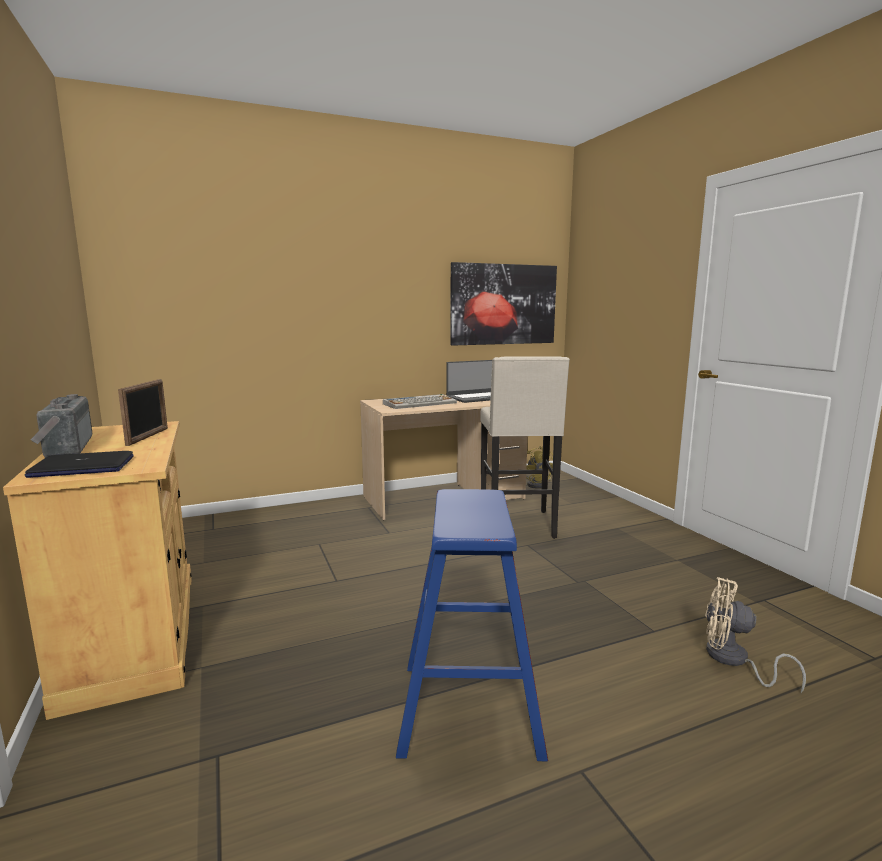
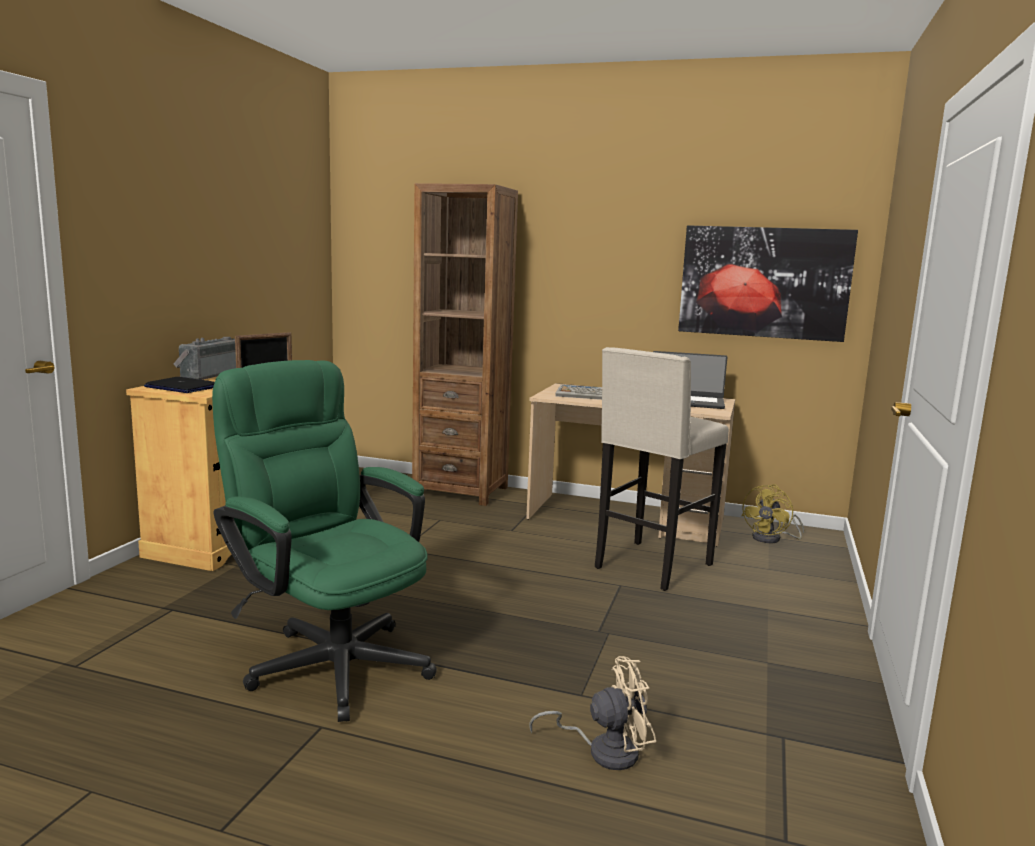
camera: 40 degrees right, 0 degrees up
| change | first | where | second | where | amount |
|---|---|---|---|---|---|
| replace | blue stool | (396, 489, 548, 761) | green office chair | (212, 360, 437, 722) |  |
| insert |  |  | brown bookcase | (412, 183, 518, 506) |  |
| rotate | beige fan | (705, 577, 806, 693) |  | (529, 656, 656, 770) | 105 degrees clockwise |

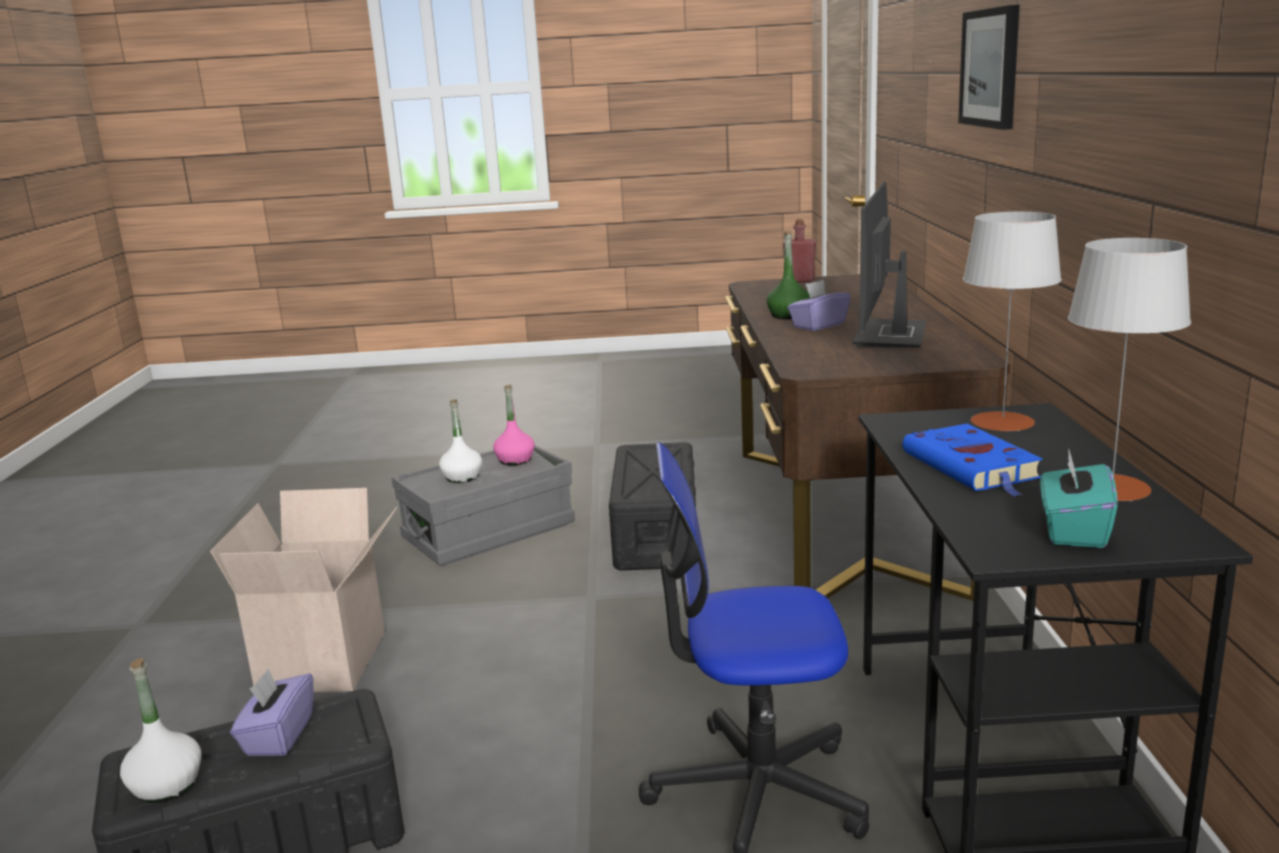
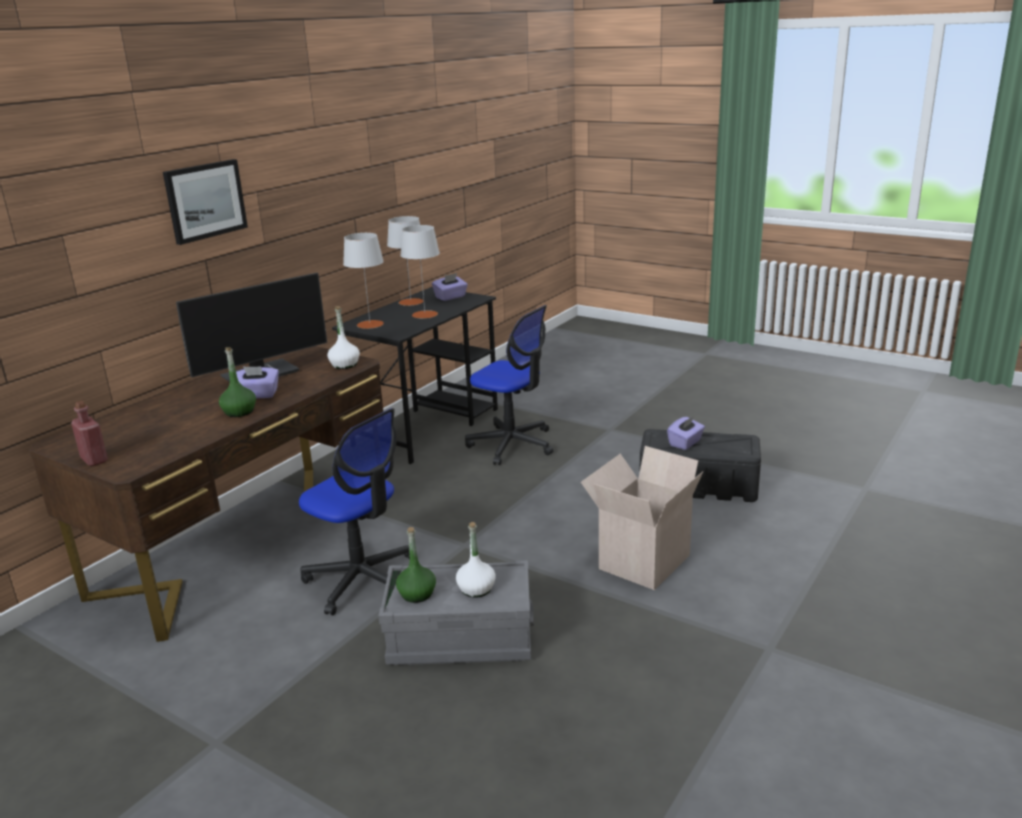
camera: 145 degrees left, 5 degrees up
| change | first | where | second | where | amount |
|---|---|---|---|---|---|
| replace | black storage box | (609, 442, 696, 570) | office chair | (299, 408, 410, 615) |  |
| move | white bottle | (120, 658, 202, 803) |  | (327, 306, 360, 369) |  |
| recolor | pink bottle | (493, 385, 535, 466) | green bottle | (396, 527, 436, 603) |  |
| replace | blue book | (903, 424, 1043, 497) | grey table lamp | (400, 225, 440, 319) |  |
| recolor | turquoise tissue box | (1040, 451, 1118, 548) | purple tissue box | (432, 273, 468, 301) |  |

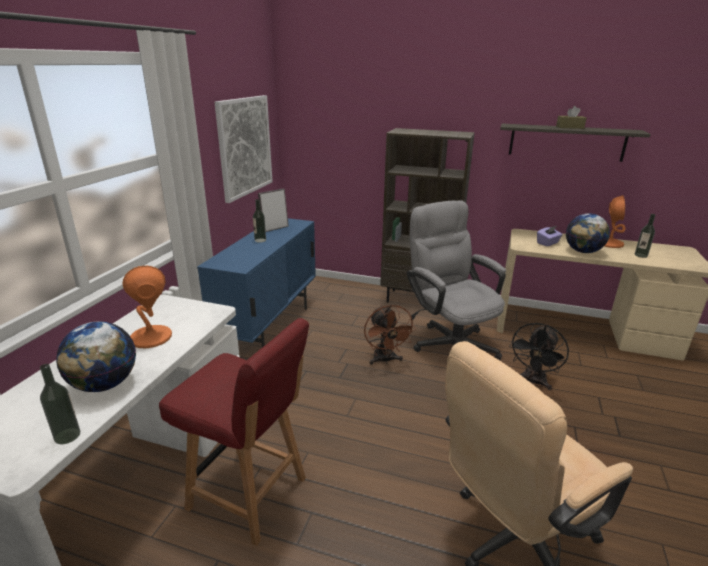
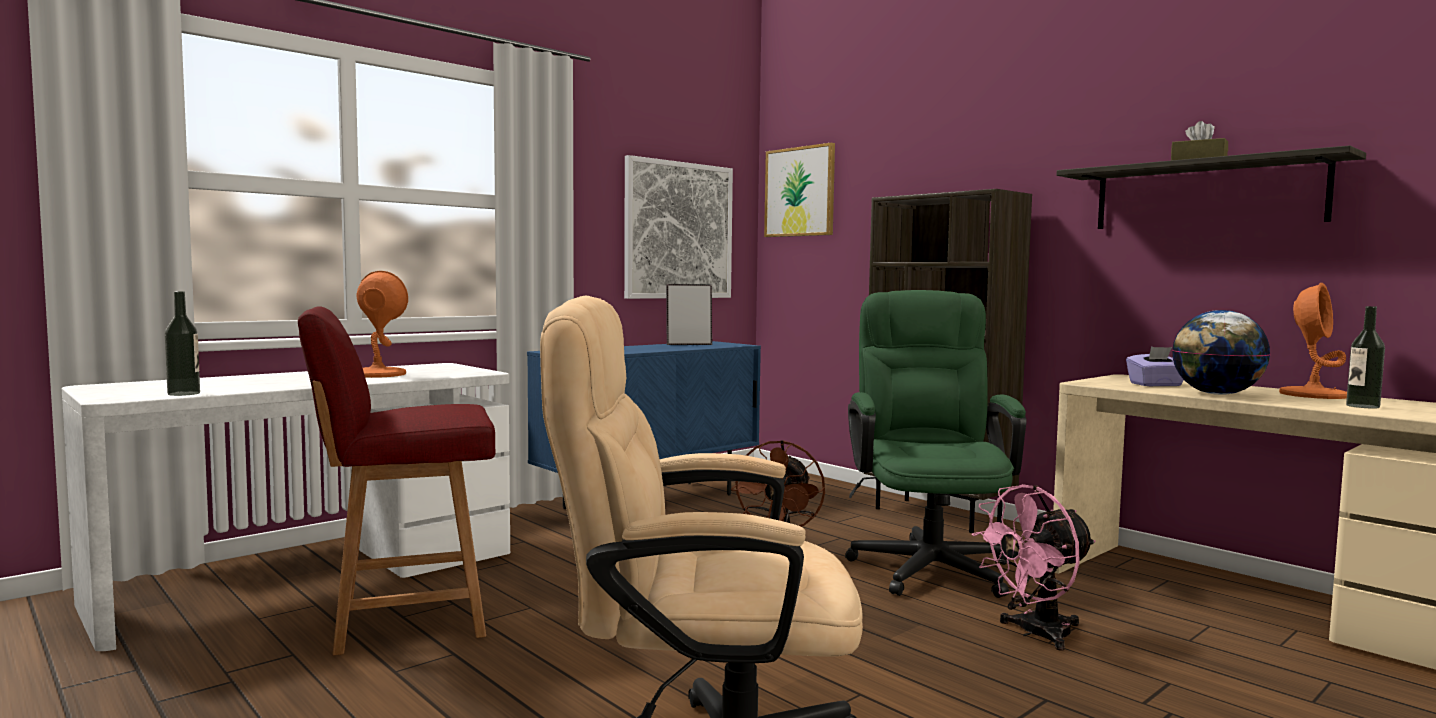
camera: 30 degrees right, 20 degrees down
| change | first | where | second | where | amount |
|---|---|---|---|---|---|
| rotate | red chair | (159, 318, 309, 546) |  | (298, 306, 496, 655) | 105 degrees clockwise |
| insert |  |  | picture | (764, 143, 835, 237) |  |
| recolor | grey office chair | (407, 200, 506, 360) | green office chair | (845, 290, 1026, 598) |  |
| recolor | black fan | (509, 323, 569, 390) | pink fan | (972, 484, 1096, 651) |  |
| delete | globe | (56, 321, 136, 392) |  |  |  |
| delete | bottle | (253, 199, 266, 243) |  |  |  |

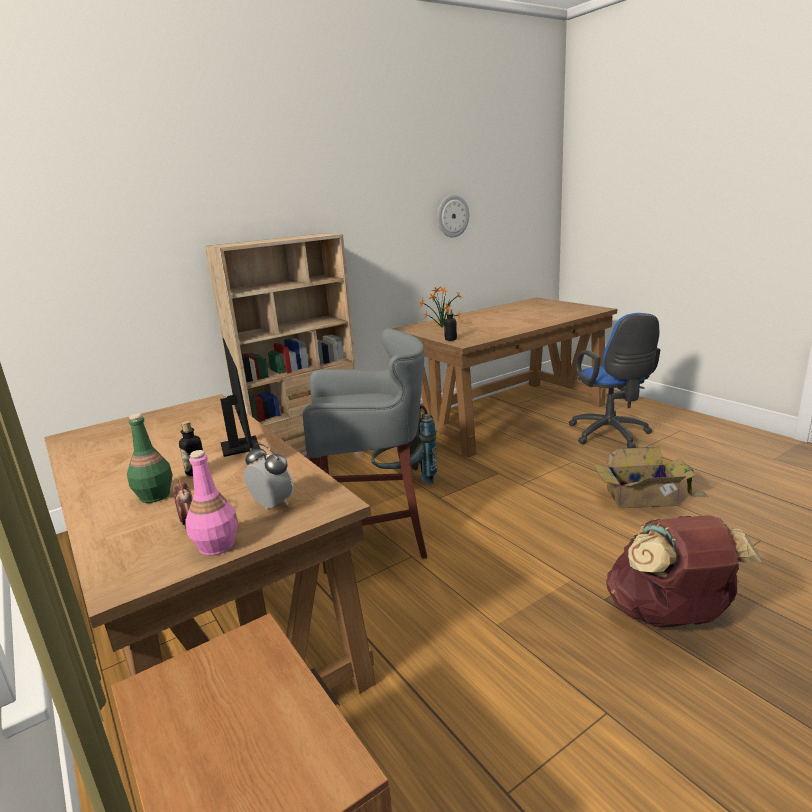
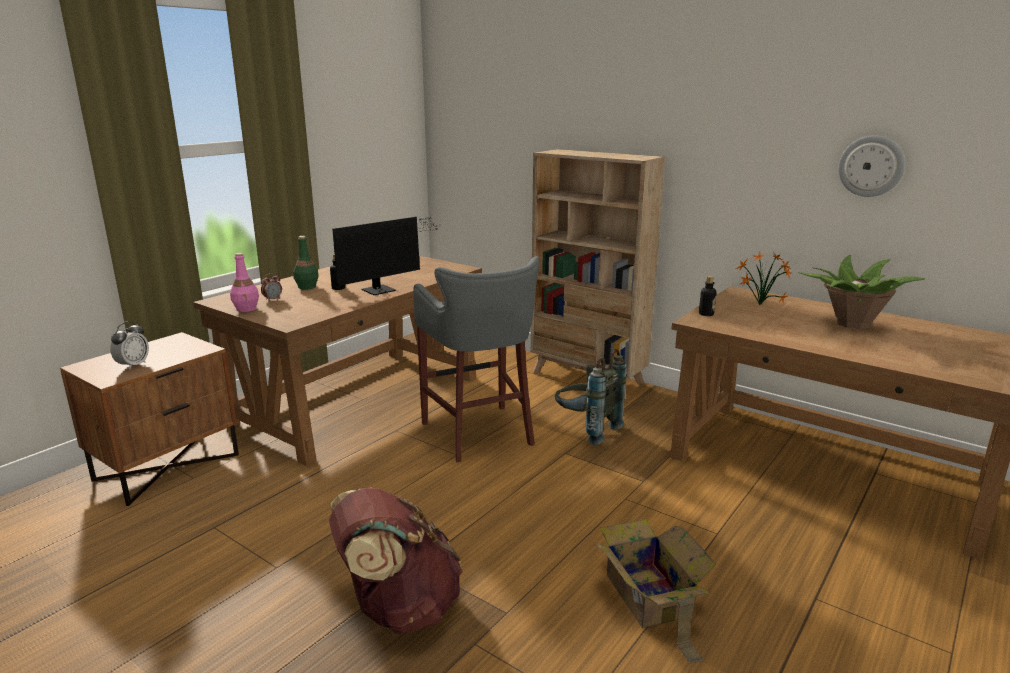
camera: 70 degrees right, 0 degrees up
| change | first | where | second | where | amount |
|---|---|---|---|---|---|
| move | alarm clock | (244, 443, 294, 509) |  | (110, 321, 149, 370) |  |
| insert |  |  | potted plant | (798, 255, 925, 329) |  |
| delete | blue office chair | (568, 313, 660, 448) |  |  |  |

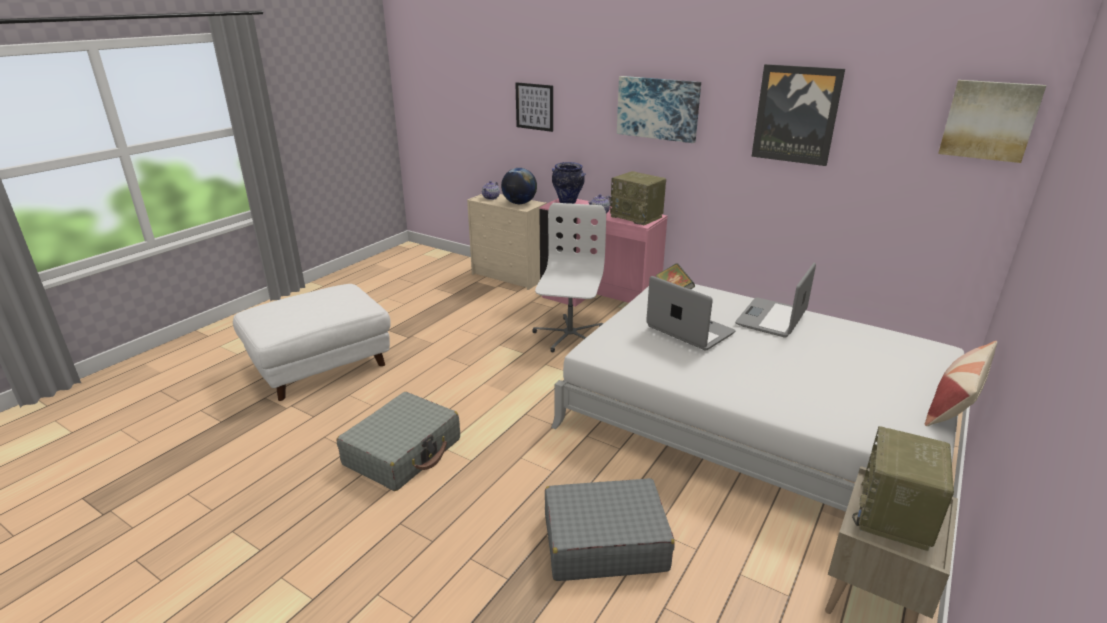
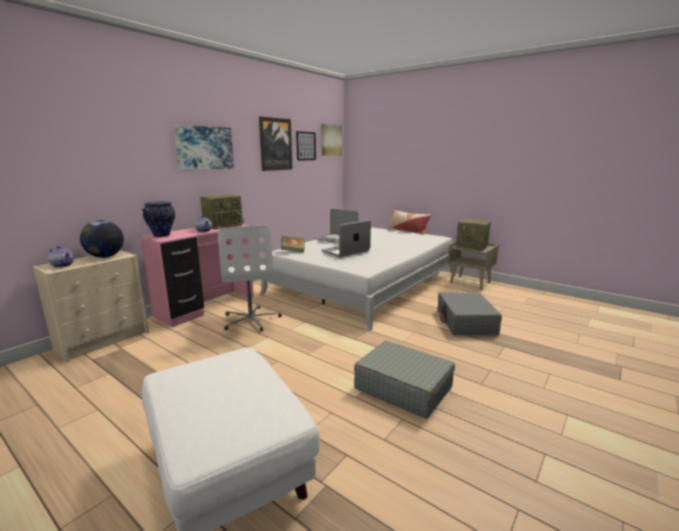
camera: 85 degrees left, 10 degrees down
| change | first | where | second | where | amount |
|---|---|---|---|---|---|
| rotate | white office chair | (532, 203, 606, 352) |  | (218, 225, 282, 331) | 120 degrees counterclockwise |
| move | picture | (515, 82, 553, 132) |  | (296, 131, 316, 161) |  |

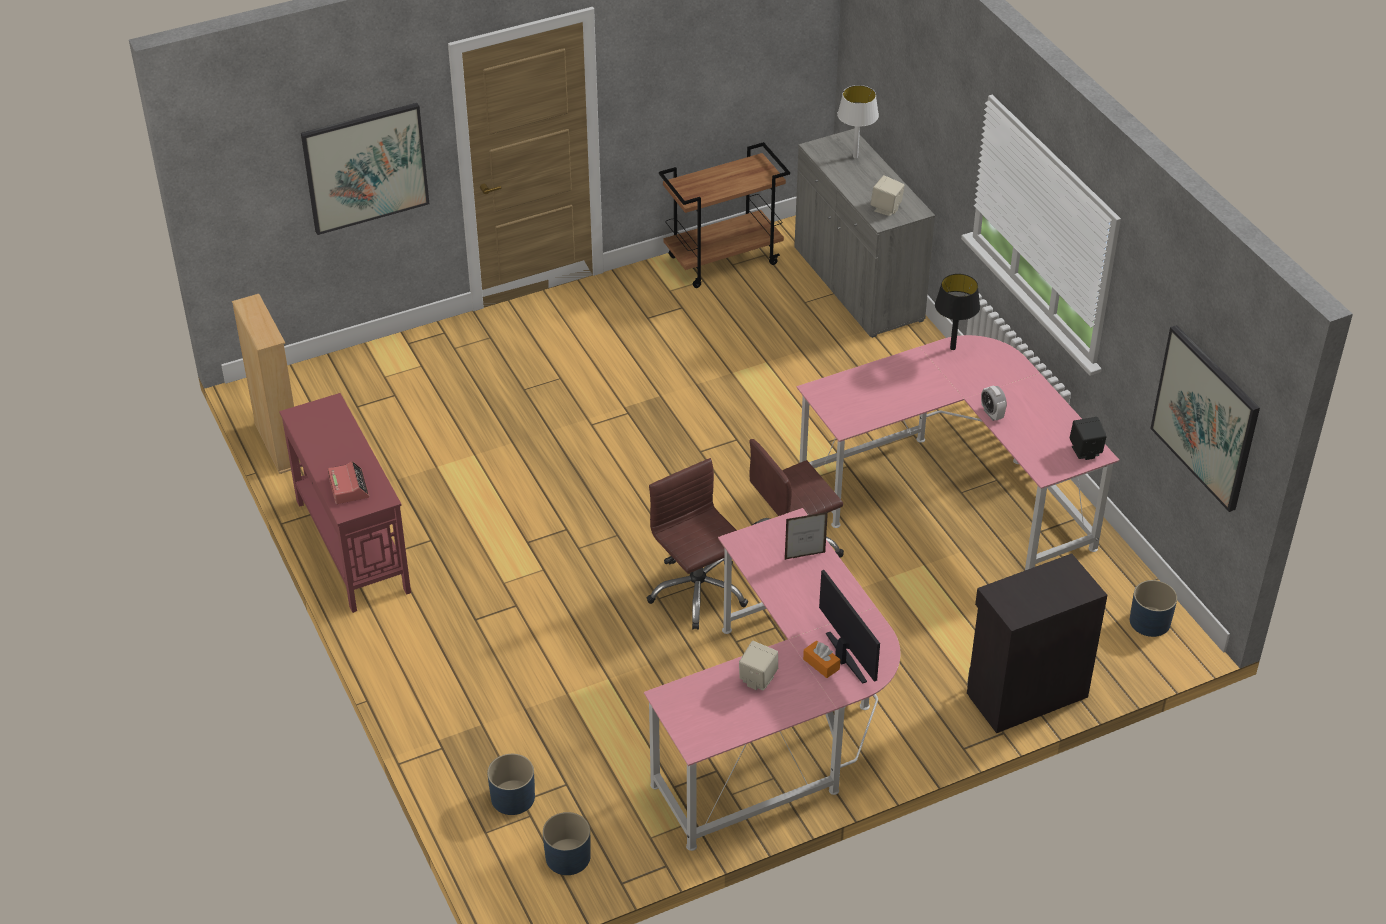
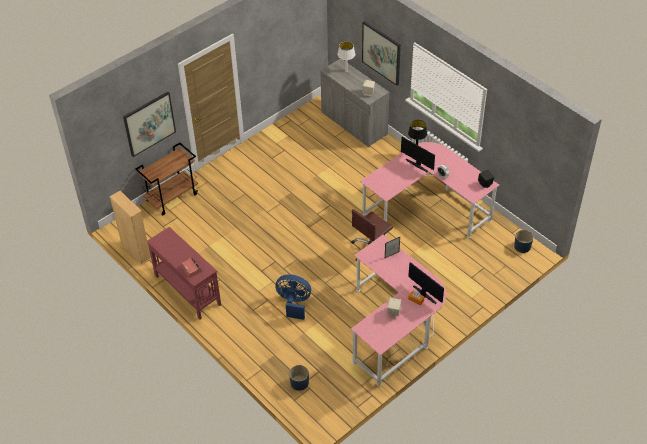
camera: 15 degrees left, 5 degrees up
| change | first | where | second | where | amount |
|---|---|---|---|---|---|
| move | brown cart | (659, 142, 790, 288) |  | (135, 143, 198, 215) |  |
| insert |  |  | blue fan | (275, 274, 311, 320) |  |
| move | picture | (1150, 325, 1260, 512) |  | (362, 21, 401, 86) |  |
| insert |  |  | monitor | (401, 137, 435, 173) |  |
| delete | blue planter | (543, 812, 591, 875) |  |  |  |
| delete | brown office chair | (647, 458, 748, 630) |  |  |  |
| delete | black cabinet | (967, 554, 1107, 733) |  |  |  |

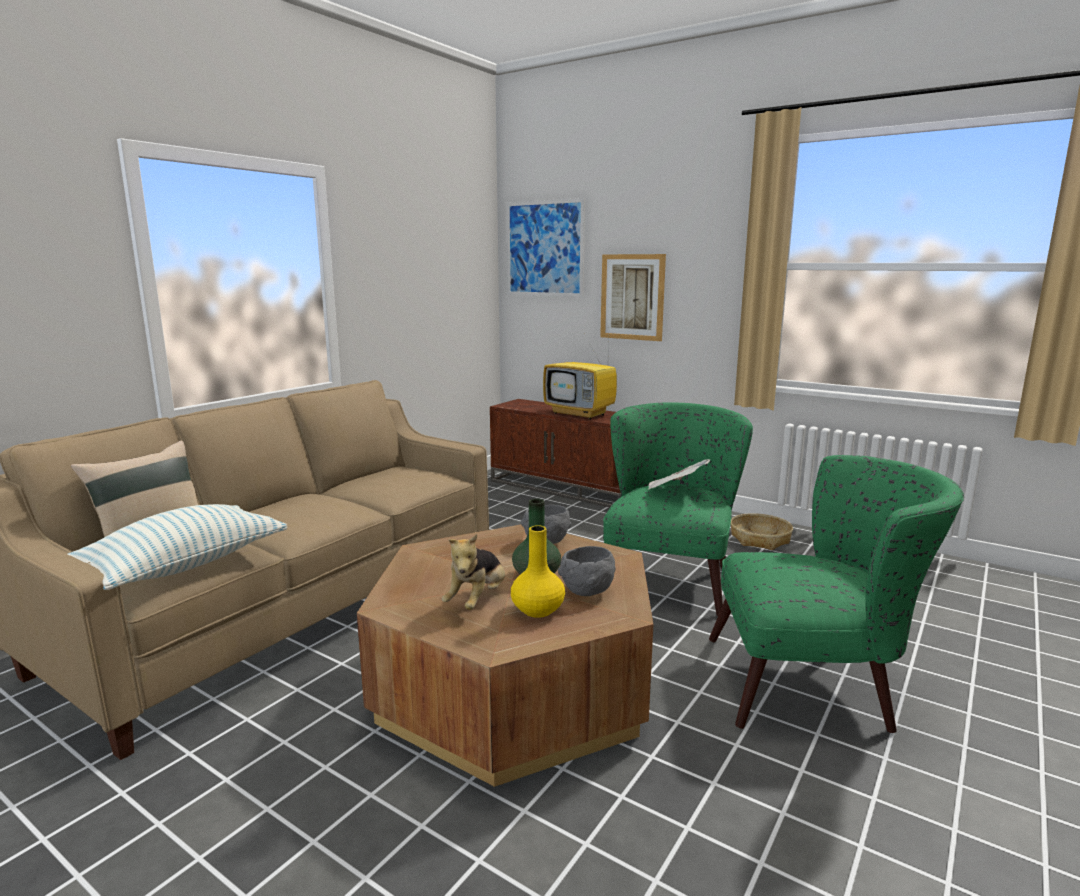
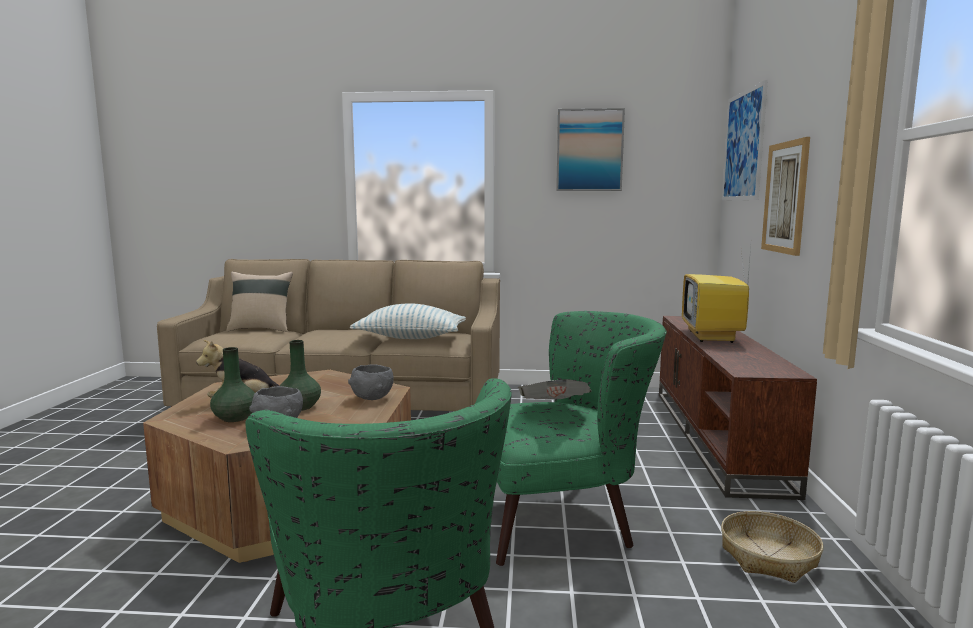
camera: 60 degrees right, 5 degrees down
| change | first | where | second | where | amount |
|---|---|---|---|---|---|
| recolor | yellow vase | (511, 525, 565, 618) | green vase | (210, 347, 255, 422) |  |
| move | pillow | (67, 504, 287, 590) |  | (350, 304, 466, 339) |  |
| insert |  |  | picture | (556, 108, 625, 191) |  |

